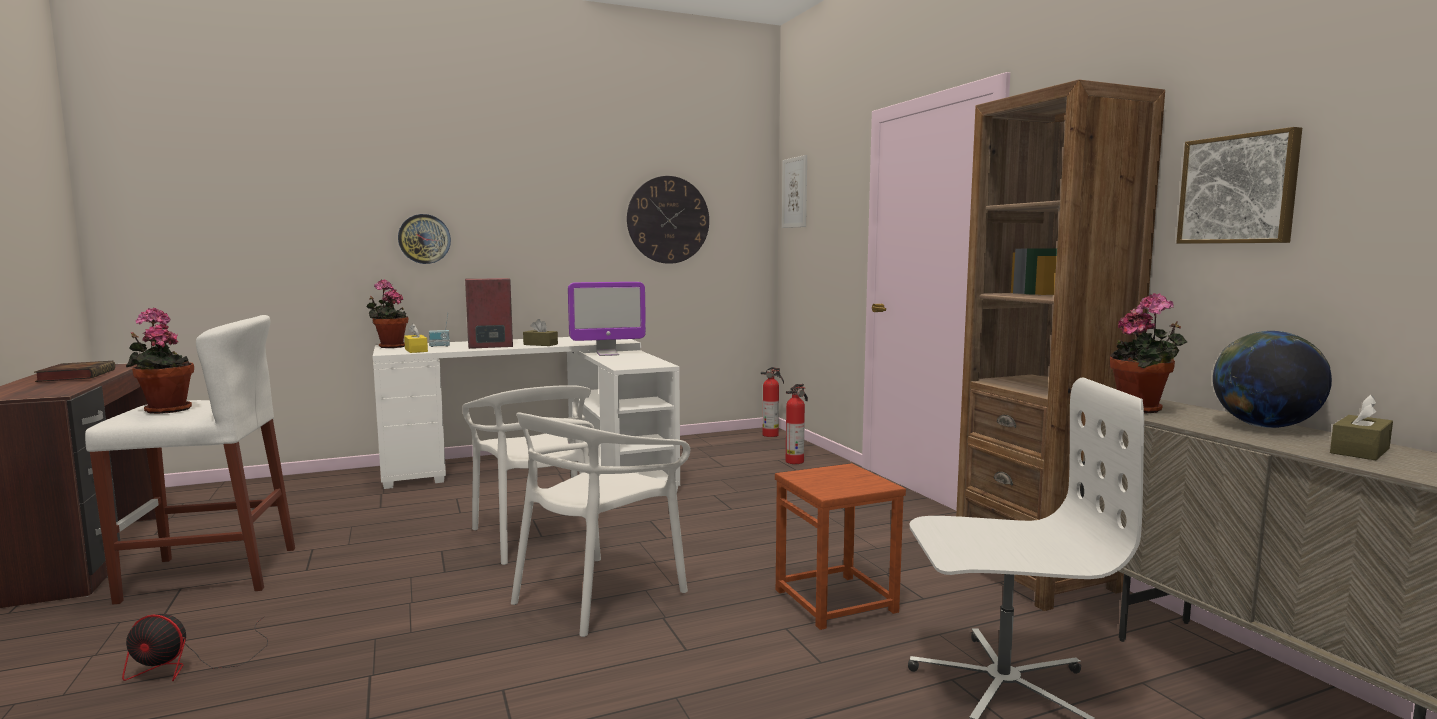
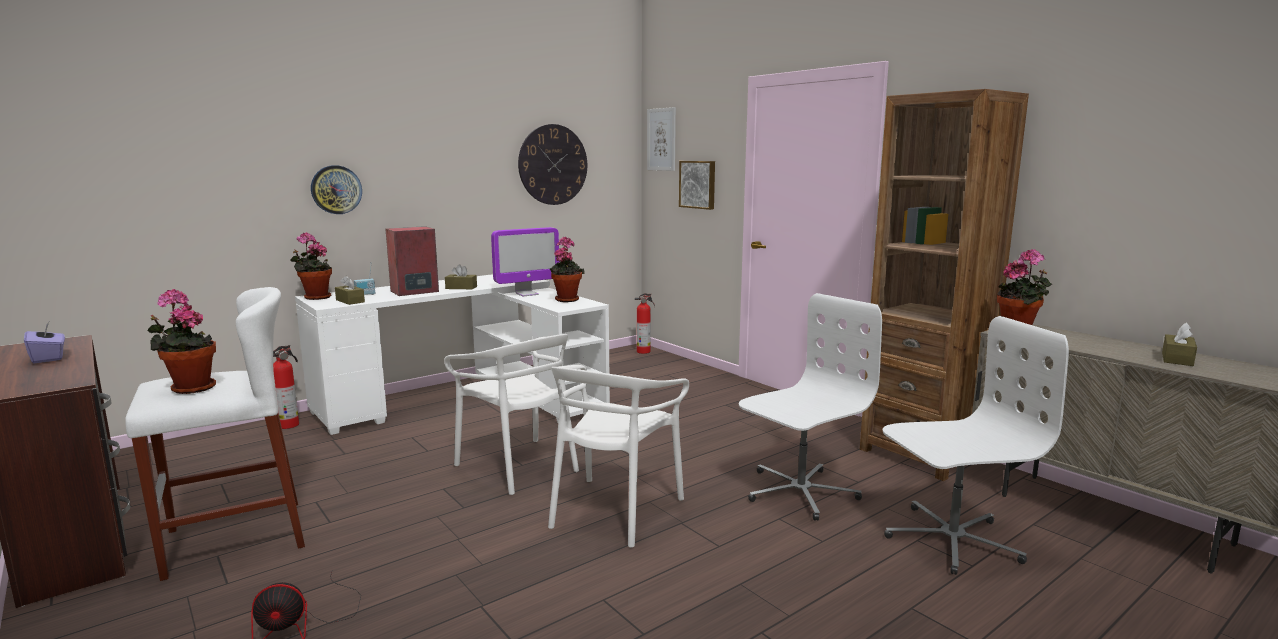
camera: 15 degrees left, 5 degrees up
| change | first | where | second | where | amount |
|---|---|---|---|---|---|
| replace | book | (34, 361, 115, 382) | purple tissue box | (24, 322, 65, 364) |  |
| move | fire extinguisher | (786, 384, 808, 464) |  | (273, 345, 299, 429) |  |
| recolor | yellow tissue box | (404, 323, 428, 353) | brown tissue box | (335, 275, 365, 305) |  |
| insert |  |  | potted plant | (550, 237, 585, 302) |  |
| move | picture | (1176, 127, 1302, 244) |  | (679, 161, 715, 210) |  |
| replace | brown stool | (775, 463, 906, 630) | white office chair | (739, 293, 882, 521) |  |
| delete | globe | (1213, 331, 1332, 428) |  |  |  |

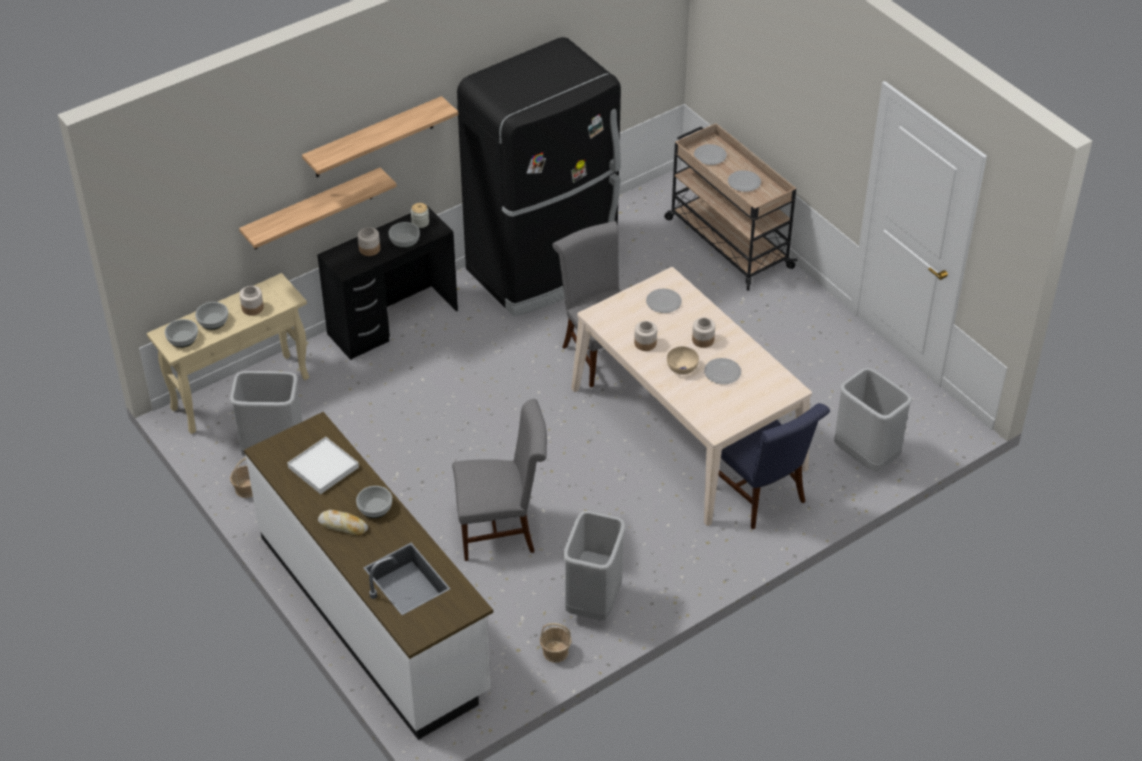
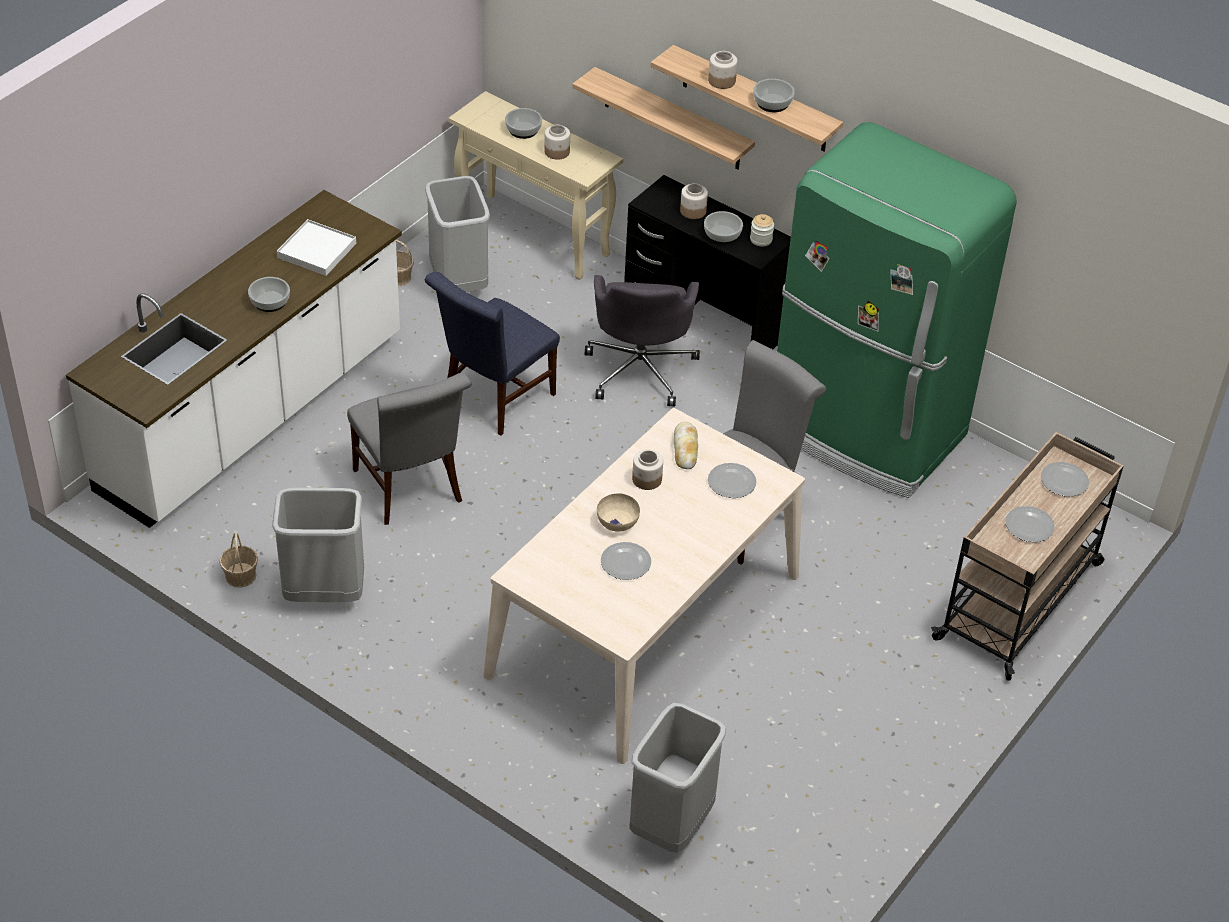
camera: 70 degrees right, 0 degrees up
| change | first | where | second | where | amount |
|---|---|---|---|---|---|
| move | blue chair | (718, 403, 830, 529) |  | (425, 272, 560, 436) |  |
| insert |  |  | grey office chair | (585, 275, 700, 407) |  |
| move | bread | (318, 510, 368, 535) |  | (674, 421, 698, 469) |  |
| move | jar | (692, 318, 715, 348) |  | (708, 51, 738, 89) |  |
| move | bowl | (165, 319, 198, 348) |  | (753, 79, 795, 112) |  |
| recolor | black fridge | (457, 37, 621, 316) | green fridge | (777, 122, 1016, 498) |  |

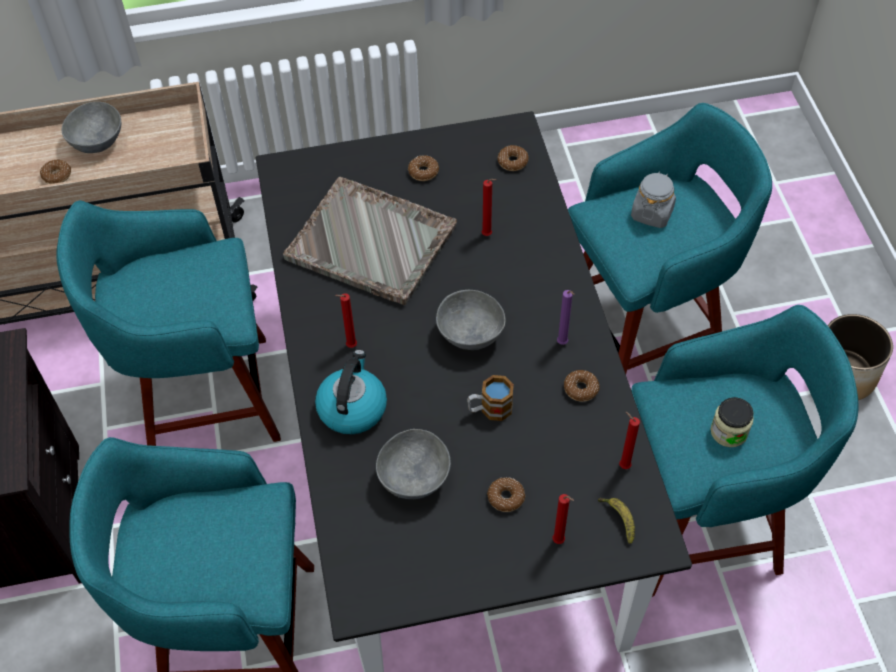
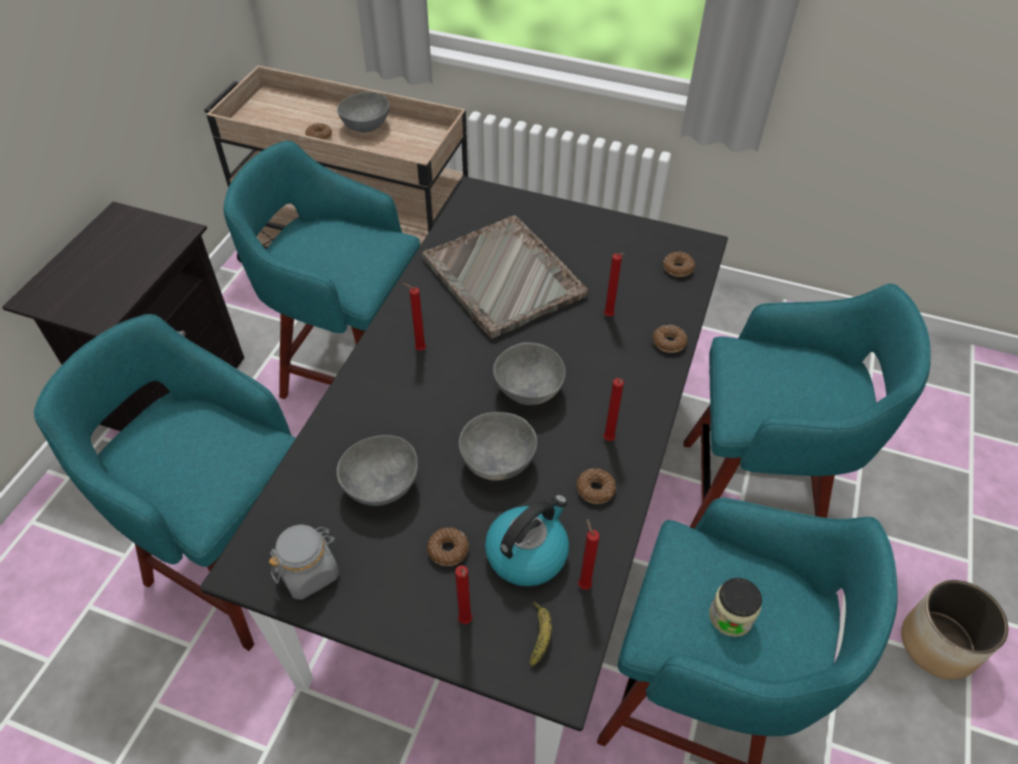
camera: 30 degrees right, 5 degrees down
| change | first | where | second | where | amount |
|---|---|---|---|---|---|
| move | grey jar | (631, 171, 676, 228) |  | (268, 525, 339, 600) |  |
| replace | mug | (467, 375, 514, 421) | grey bowl | (459, 412, 537, 481) |  |
| move | kettle | (315, 350, 387, 434) |  | (485, 494, 569, 586) |  |
| recolor | purple candle | (557, 290, 575, 345) | red candle | (603, 378, 624, 441) |  |
| move | donut | (408, 155, 439, 181) |  | (653, 325, 688, 353) |  |

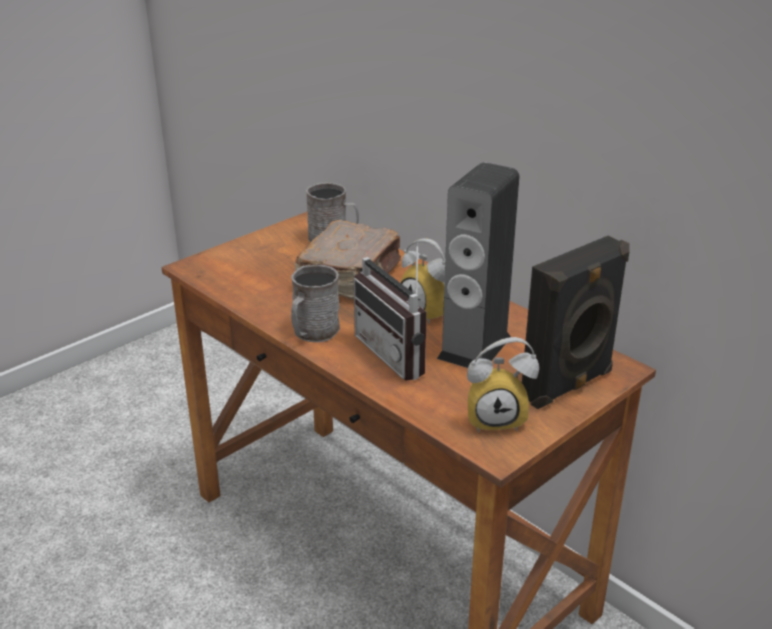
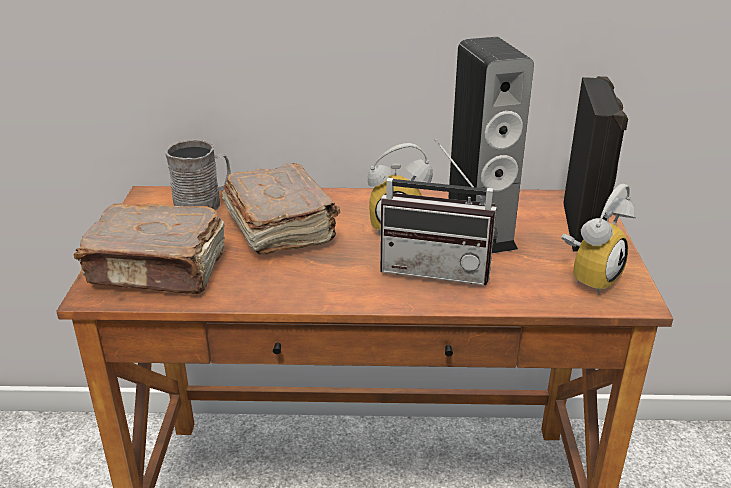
camera: 45 degrees left, 0 degrees up
| change | first | where | second | where | amount |
|---|---|---|---|---|---|
| insert |  |  | brown book | (74, 204, 225, 294) |  |
| delete | grey mug | (291, 265, 340, 342) |  |  |  |

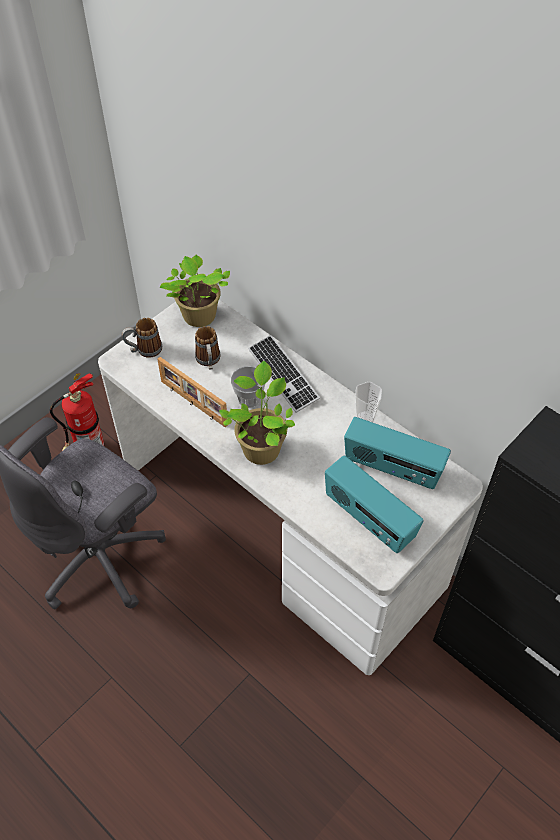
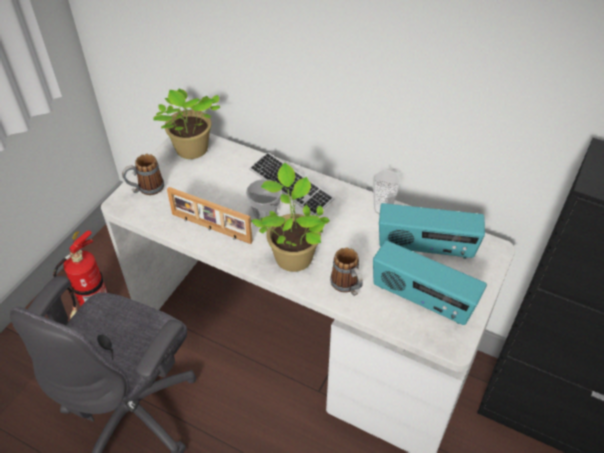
camera: 15 degrees left, 5 degrees down
| change | first | where | second | where | amount |
|---|---|---|---|---|---|
| move | mug | (195, 326, 220, 370) |  | (330, 247, 363, 296) |  |

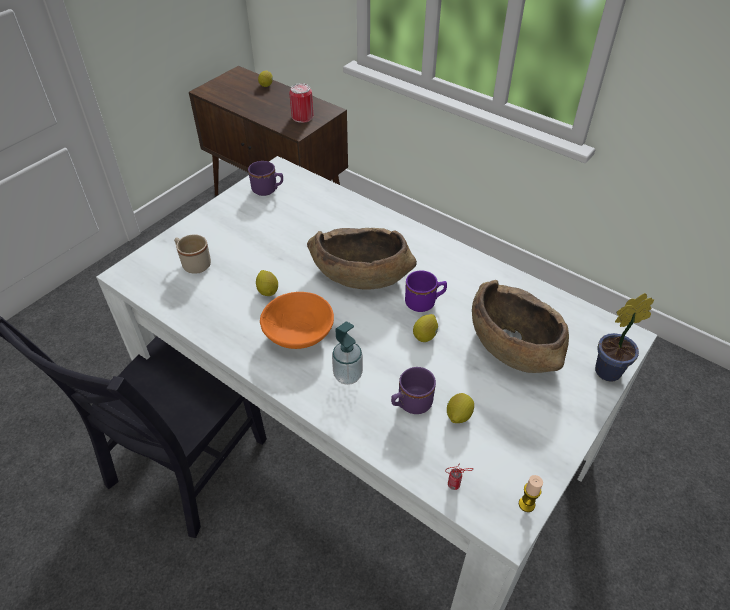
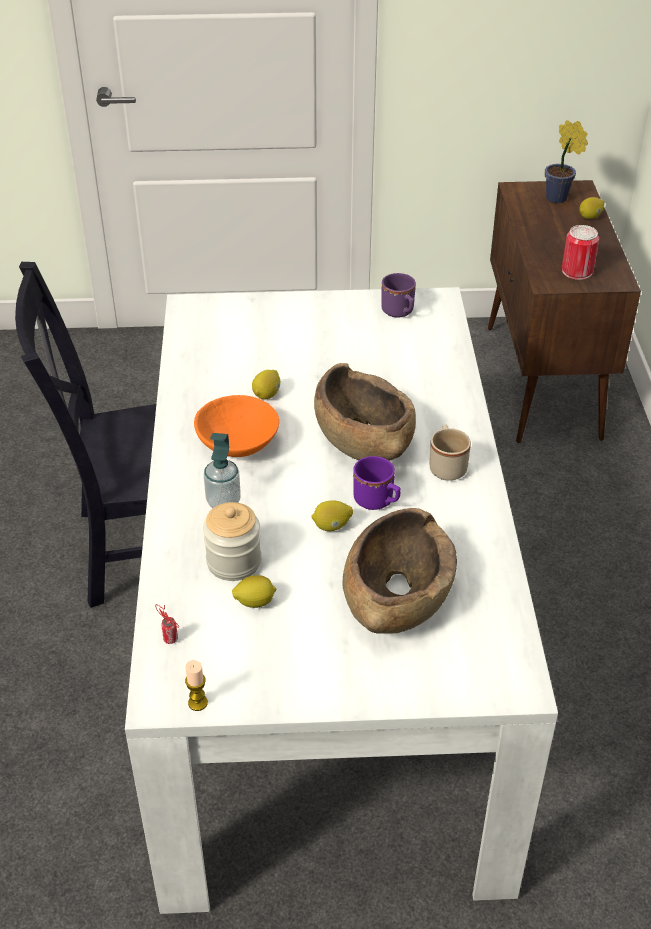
camera: 50 degrees right, 5 degrees down
| change | first | where | second | where | amount |
|---|---|---|---|---|---|
| replace | purple mug | (391, 367, 436, 414) | jar | (203, 502, 261, 581) |  |
| move | beige mug | (174, 234, 211, 274) |  | (430, 425, 471, 481) |  |
| move | potted plant | (595, 293, 654, 382) |  | (545, 120, 588, 203) |  |

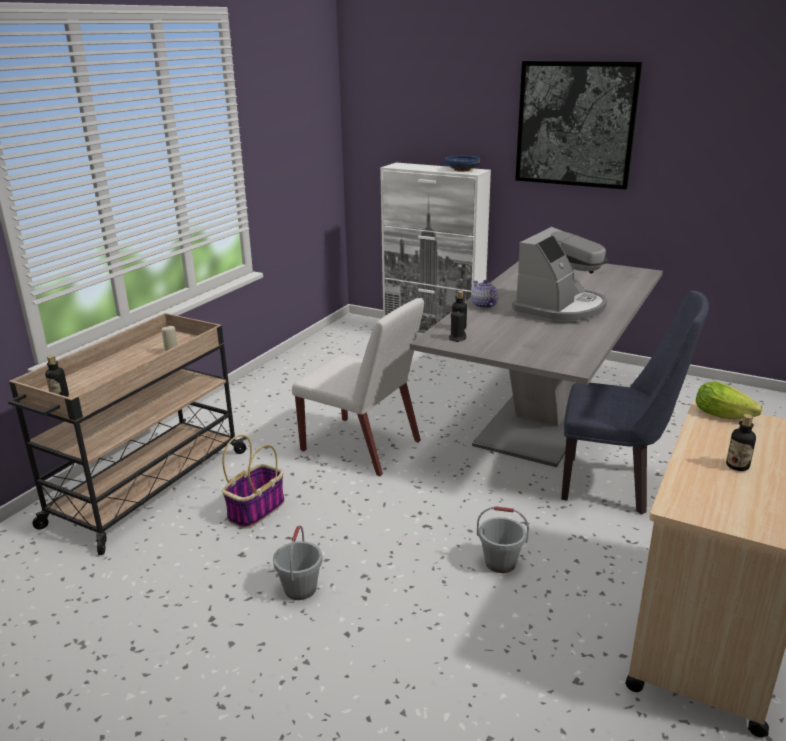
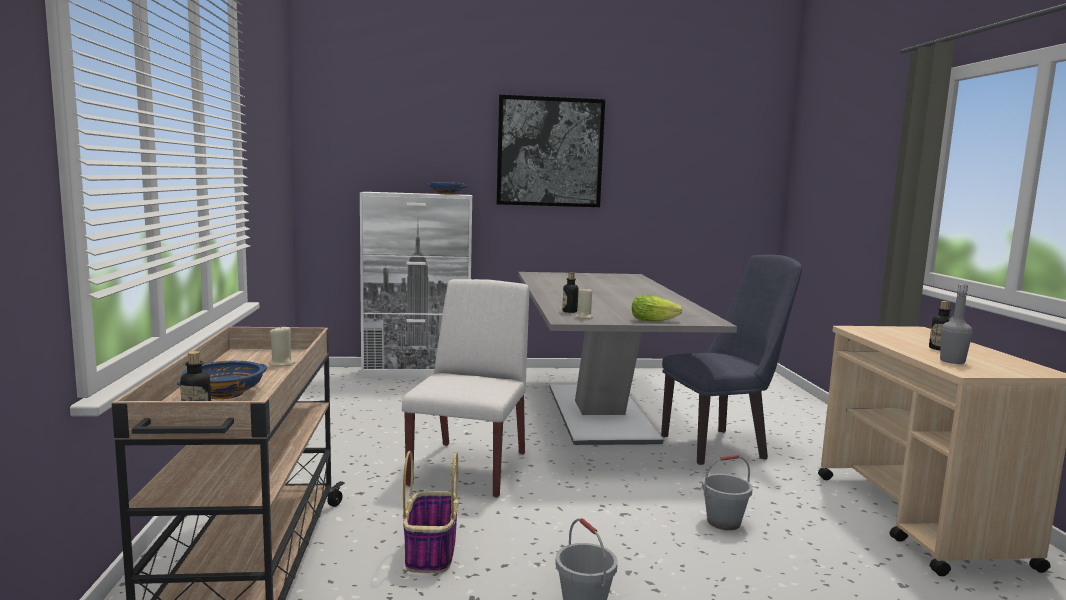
camera: 35 degrees left, 15 degrees down
| change | first | where | second | where | amount |
|---|---|---|---|---|---|
| insert |  |  | blue bowl | (177, 361, 267, 399) |  |
| rotate | white chair | (292, 298, 424, 477) |  | (402, 279, 529, 498) | 75 degrees counterclockwise |
| recolor | black candle | (449, 311, 466, 342) | beige candle | (576, 289, 593, 319) |  |
| move | lettuce | (696, 381, 762, 419) |  | (632, 295, 682, 322) |  |
| insert |  |  | grey bottle | (940, 284, 973, 364) |  |
| delete | teapot | (471, 280, 498, 309) |  |  |  |
| delete | coffee machine | (512, 227, 608, 324) |  |  |  |

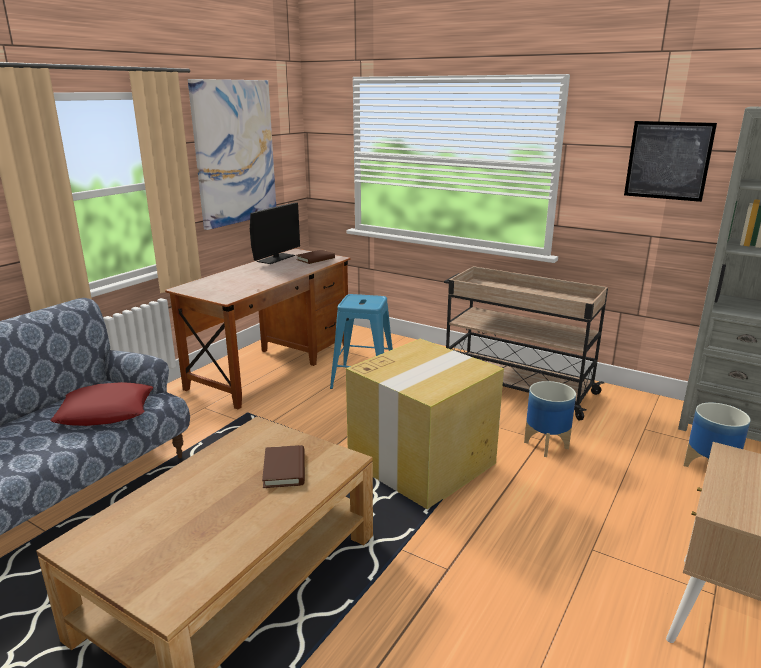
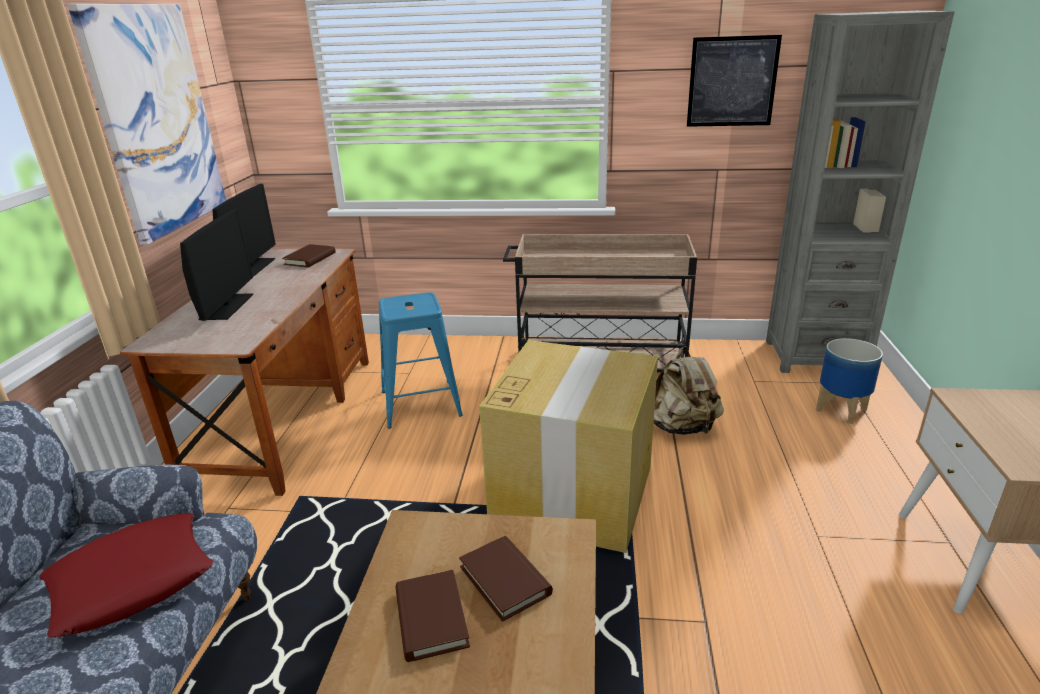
camera: 25 degrees left, 5 degrees up
| change | first | where | second | where | amount |
|---|---|---|---|---|---|
| insert |  |  | monitor | (180, 209, 253, 321) |  |
| insert |  |  | brown book | (396, 570, 470, 662) |  |
| replace | planter | (524, 381, 576, 457) | beige backpack | (653, 346, 724, 435) |  |

